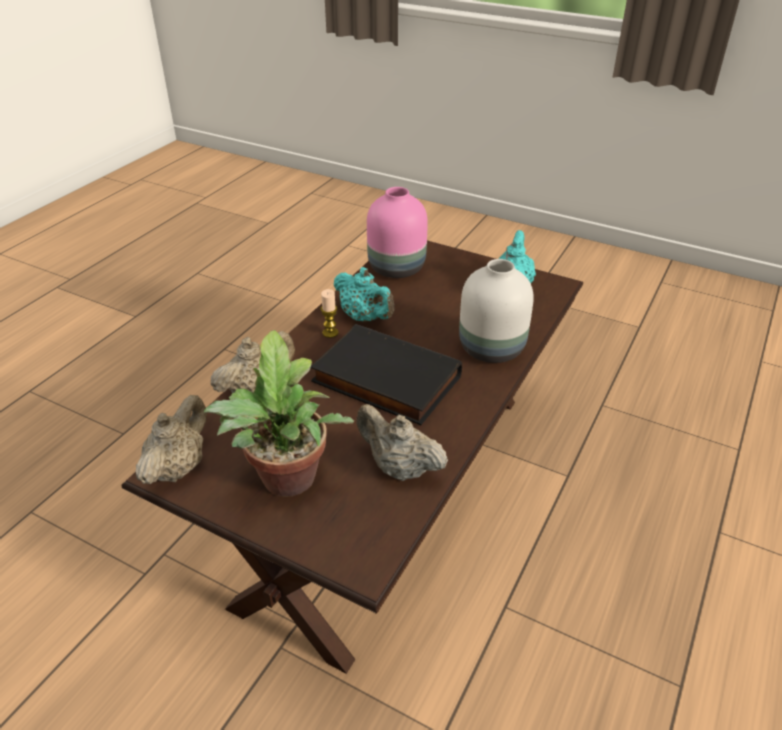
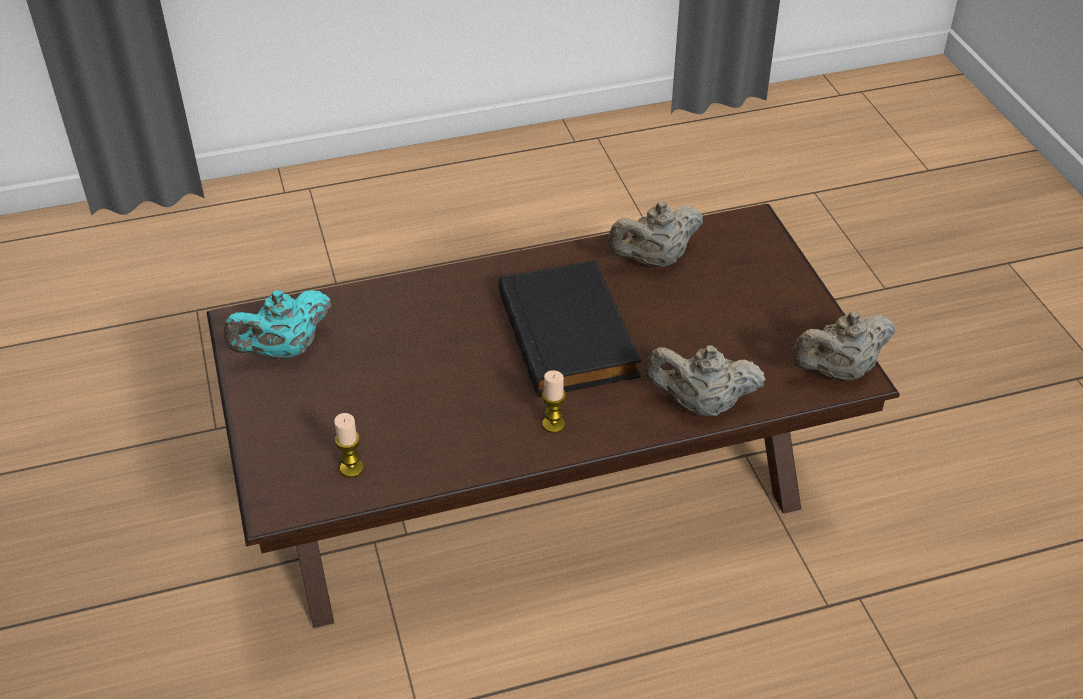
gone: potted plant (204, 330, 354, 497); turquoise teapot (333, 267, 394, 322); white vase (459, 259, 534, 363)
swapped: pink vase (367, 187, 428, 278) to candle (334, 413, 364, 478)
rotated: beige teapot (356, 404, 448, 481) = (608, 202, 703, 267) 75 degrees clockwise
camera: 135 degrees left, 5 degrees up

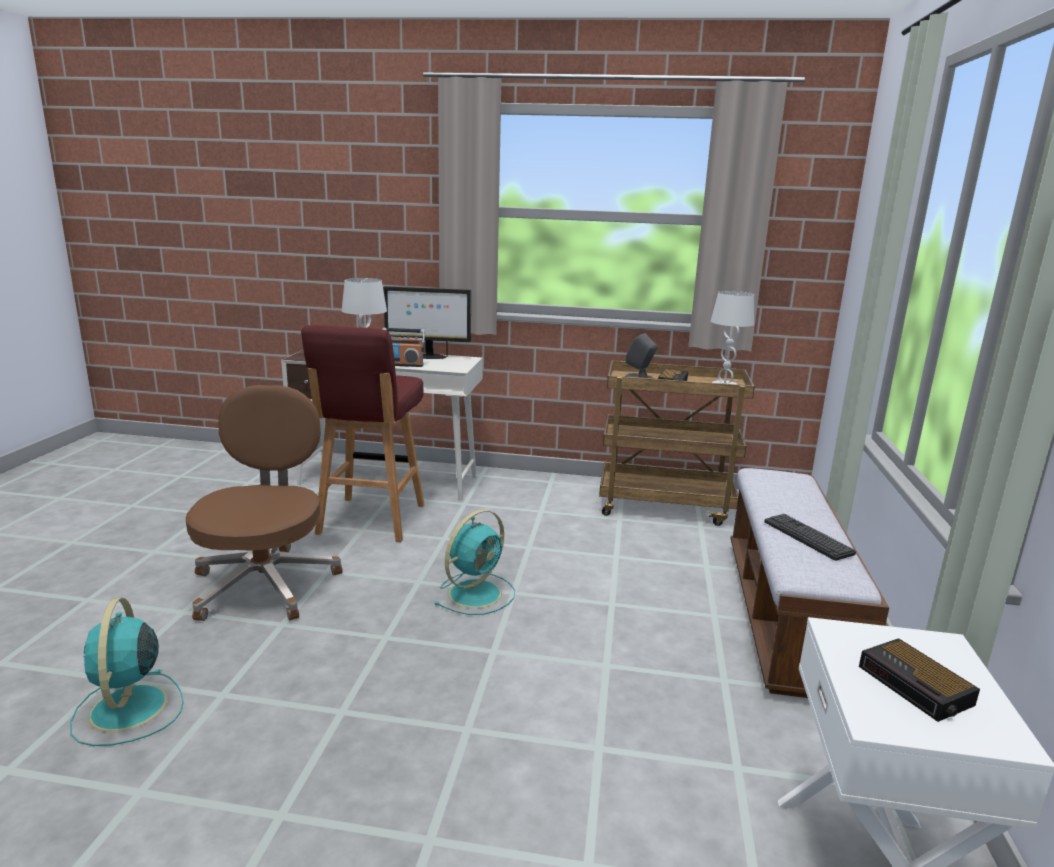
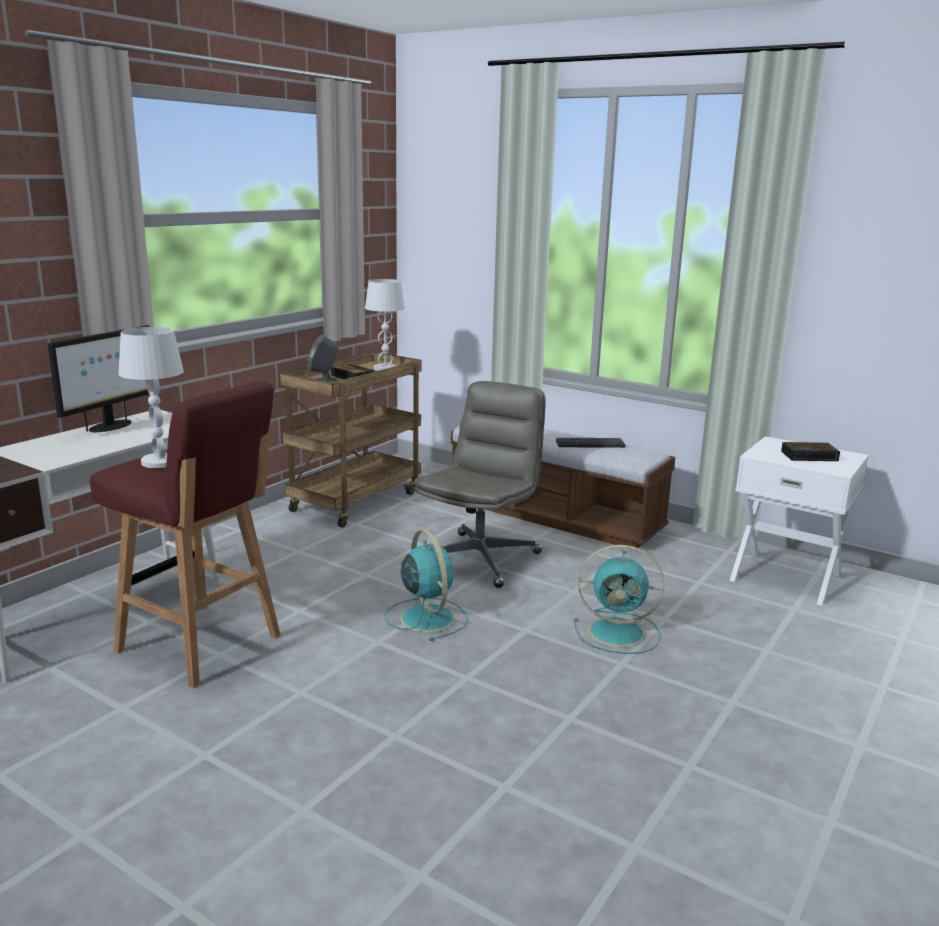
gone: brown office chair (185, 385, 343, 621); radio (382, 328, 425, 367)
new: grey office chair (414, 381, 546, 588)
shifted: turquoise fan (70, 598, 184, 746) to (574, 545, 665, 654)
camera: 65 degrees left, 0 degrees up

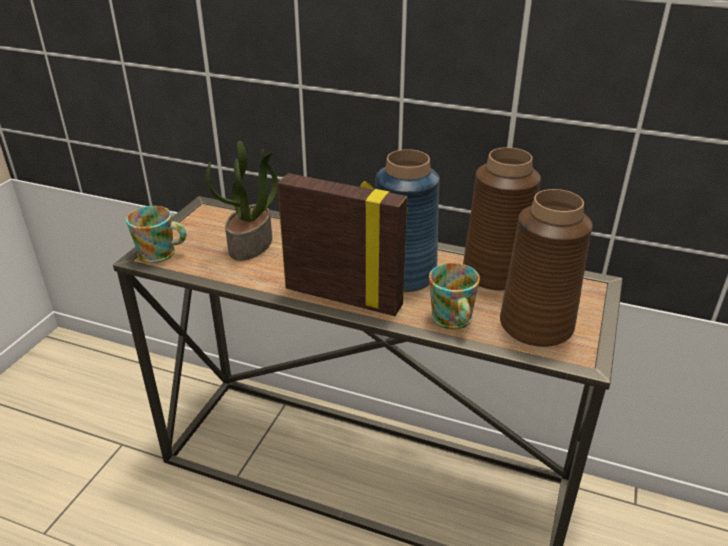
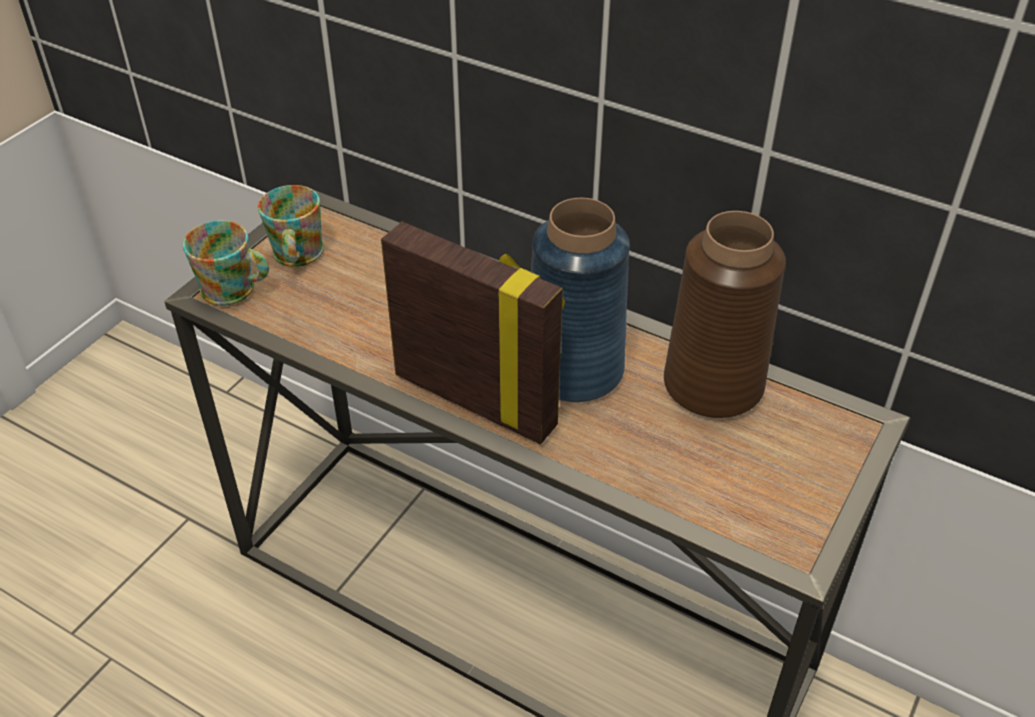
gone: potted plant (206, 141, 278, 261); brown vase (500, 189, 593, 347)
shifted: mug (429, 263, 480, 329) to (258, 185, 324, 267)
camera: 10 degrees right, 10 degrees up

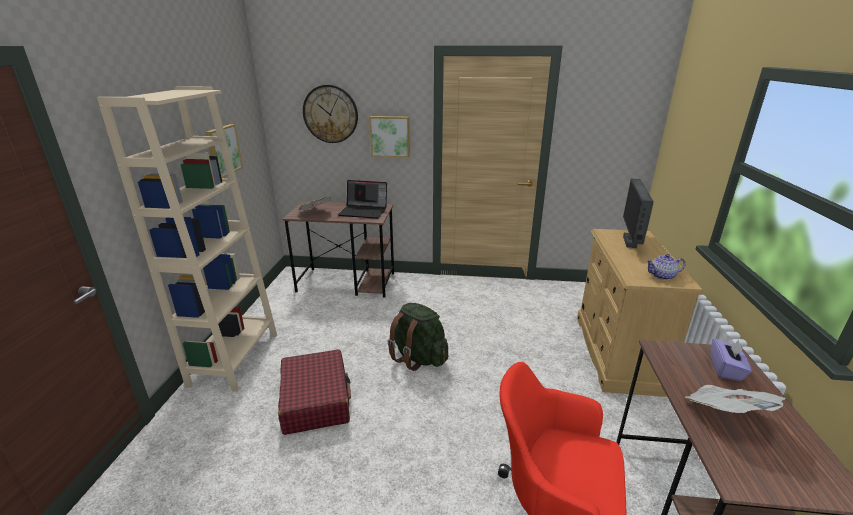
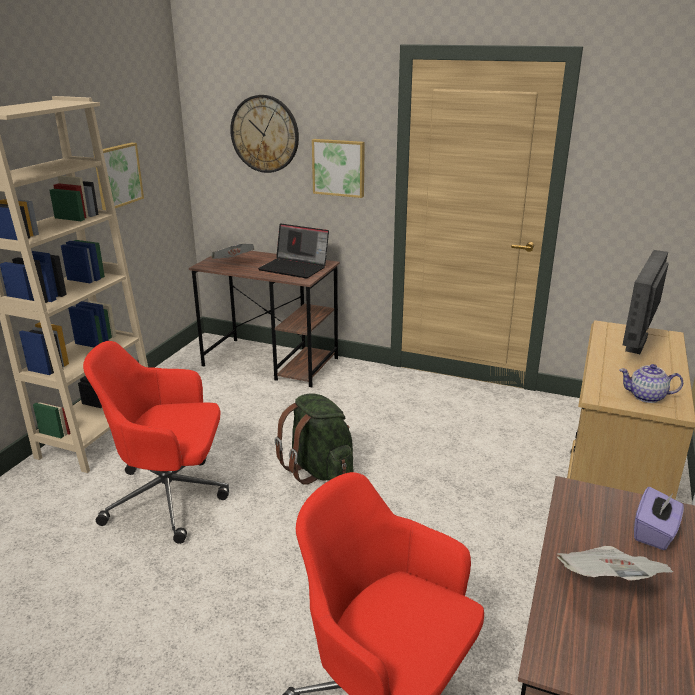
swapped: red suitcase (278, 349, 351, 435) to red office chair (83, 341, 229, 544)
camera: 15 degrees right, 0 degrees up

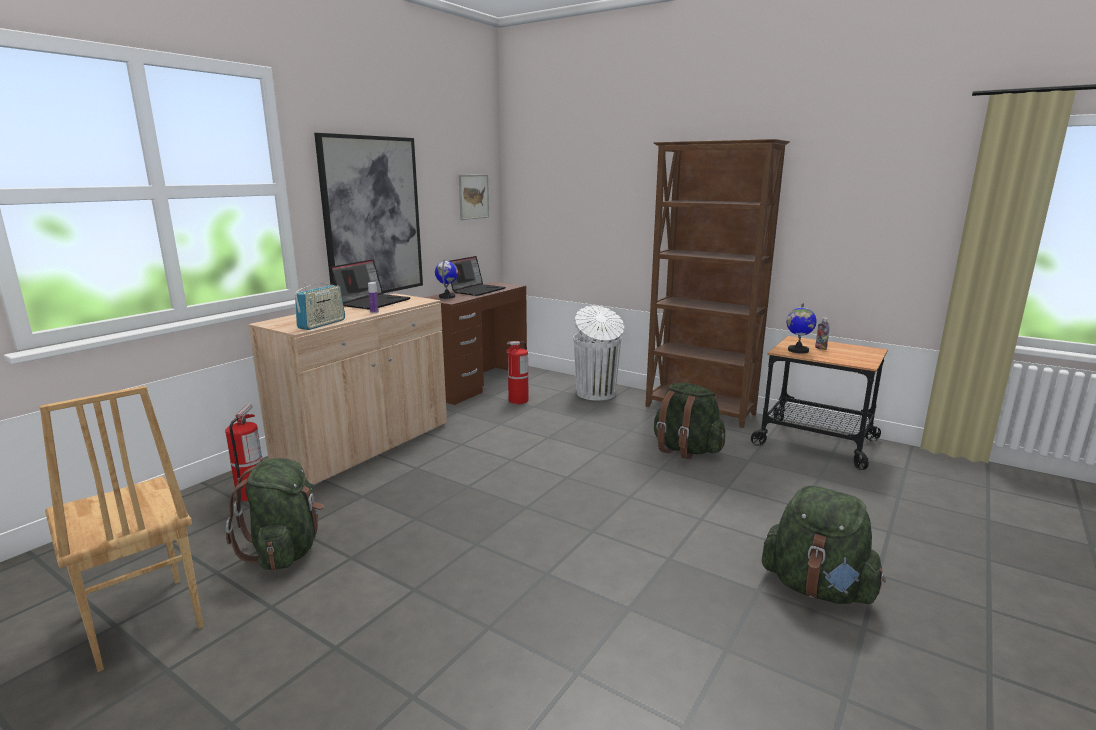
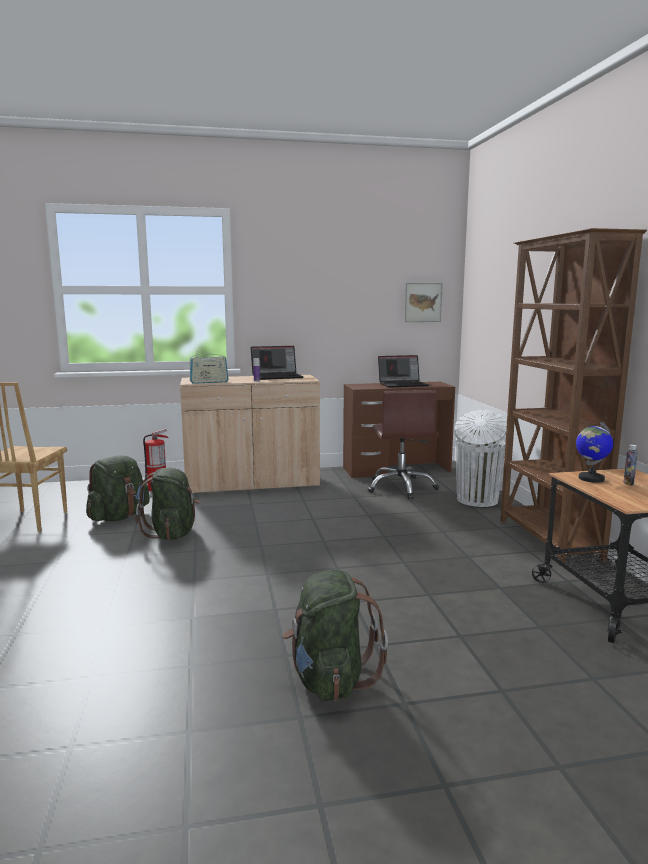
gone: picture (314, 133, 423, 293); globe (435, 259, 458, 299)
shifted: green backpack (654, 383, 725, 459) to (135, 468, 200, 540)
swapped: fire extinguisher (506, 341, 529, 404) to brown office chair (368, 390, 439, 499)
camera: 45 degrees right, 5 degrees down

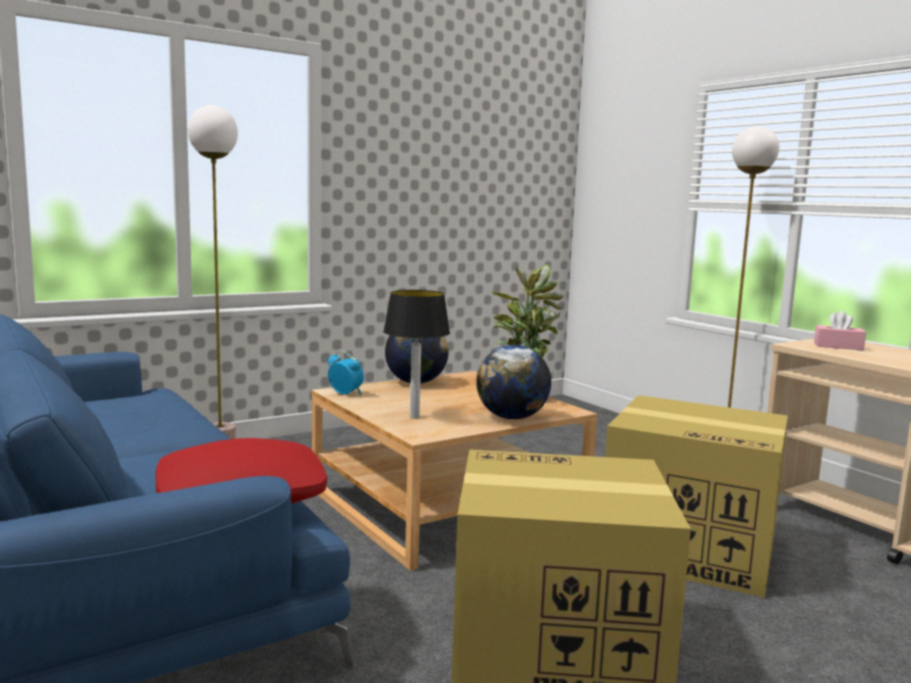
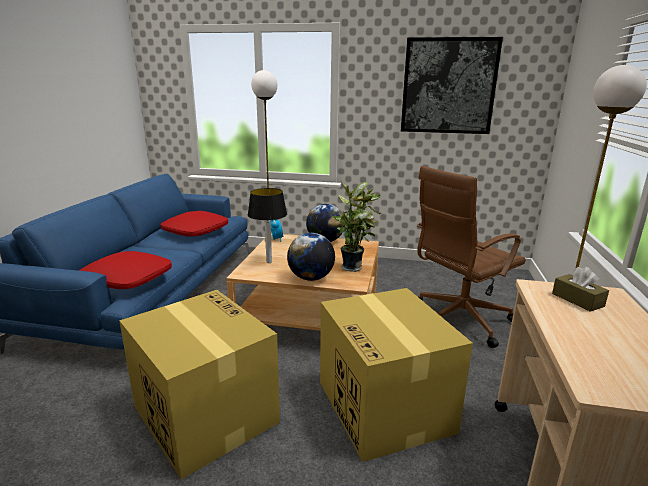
new: red pillow (161, 211, 228, 237); picture (401, 37, 503, 134); brown office chair (417, 166, 526, 348)
repainted: pink tissue box (814, 310, 866, 350) to brown tissue box (552, 267, 609, 312)
camera: 45 degrees right, 10 degrees up

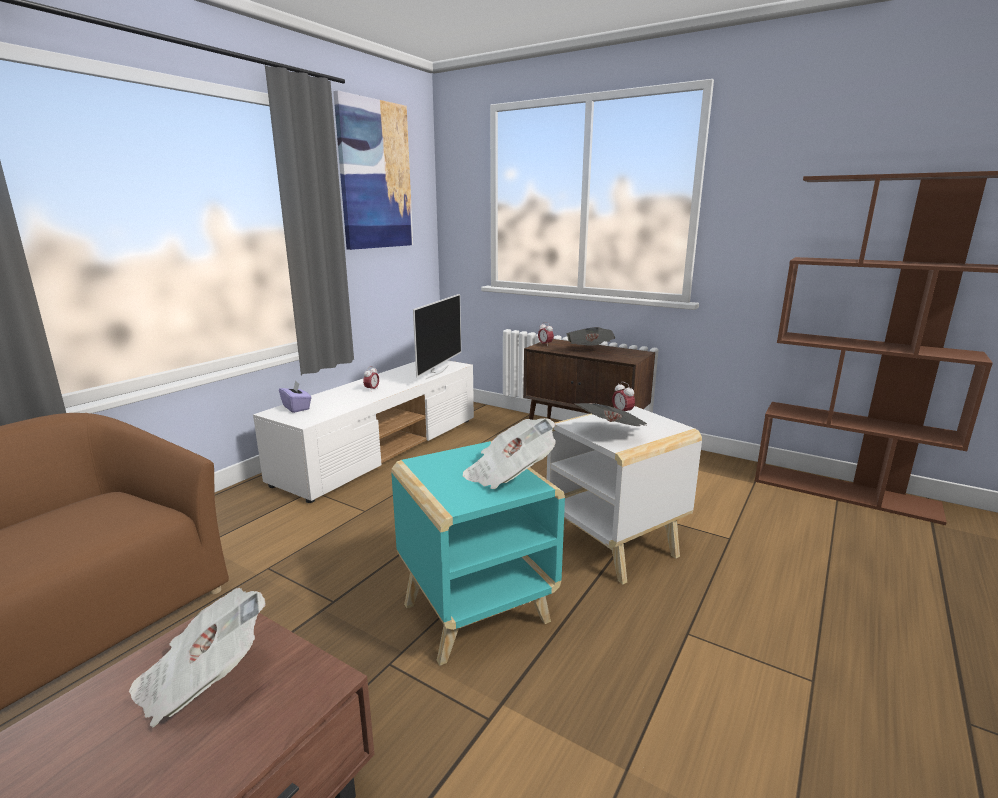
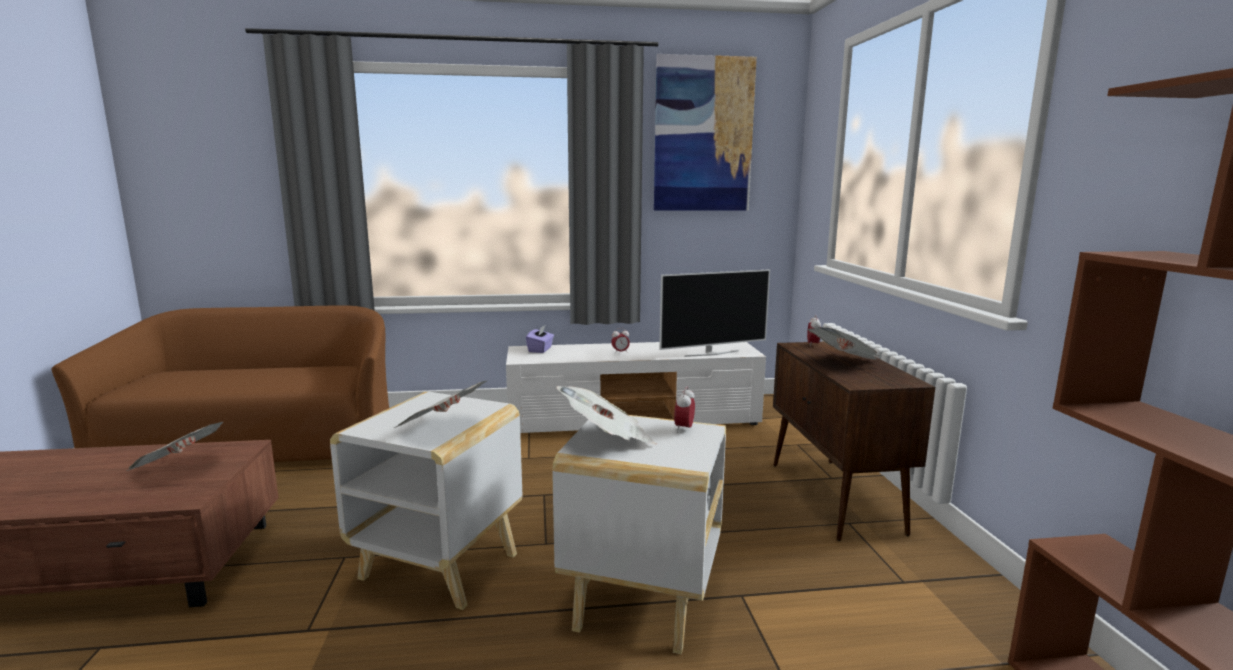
repainted: turquoise side table (391, 441, 565, 666) to white side table (330, 392, 522, 610)
camera: 50 degrees right, 5 degrees down

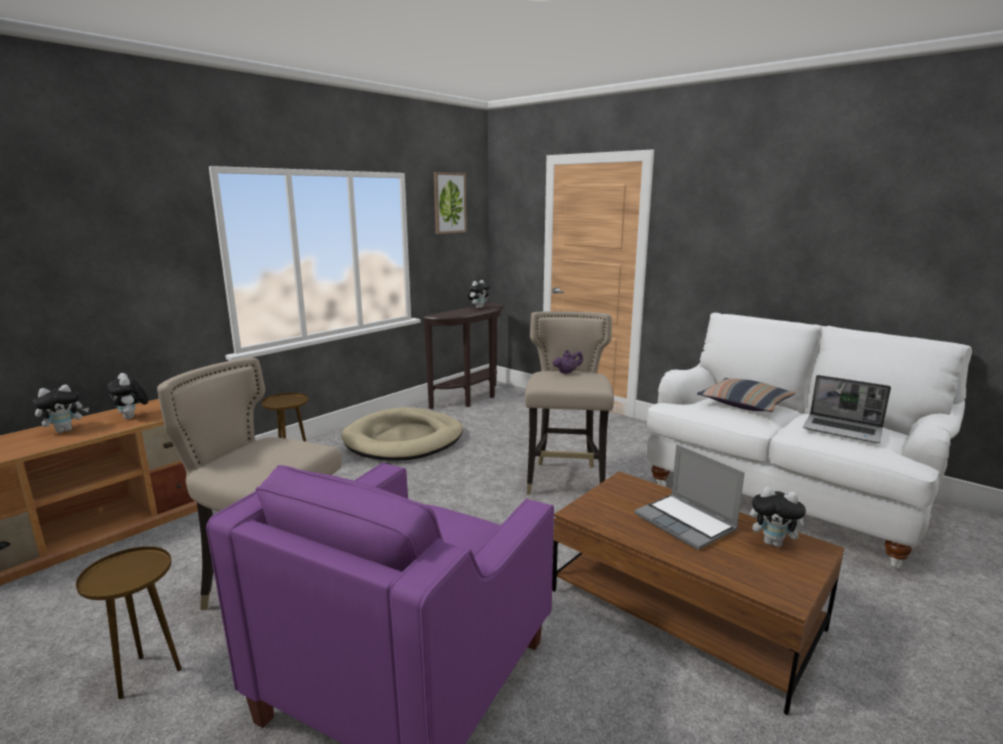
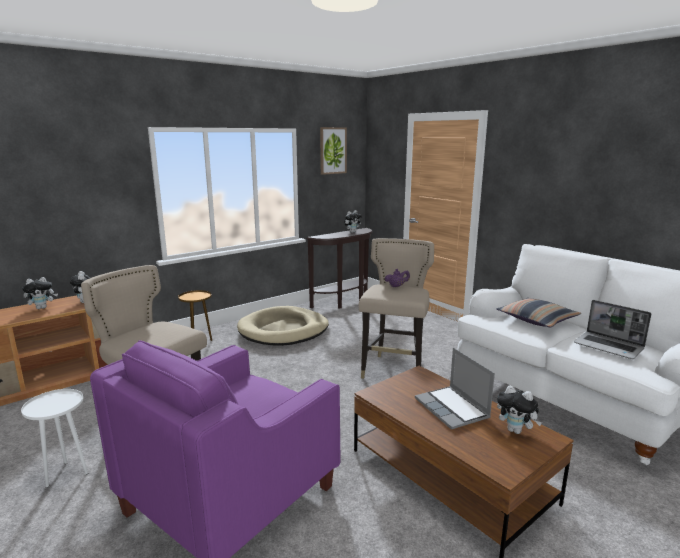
repainted: brown side table (76, 546, 182, 699) to white side table (21, 389, 88, 488)
camera: 10 degrees right, 0 degrees up

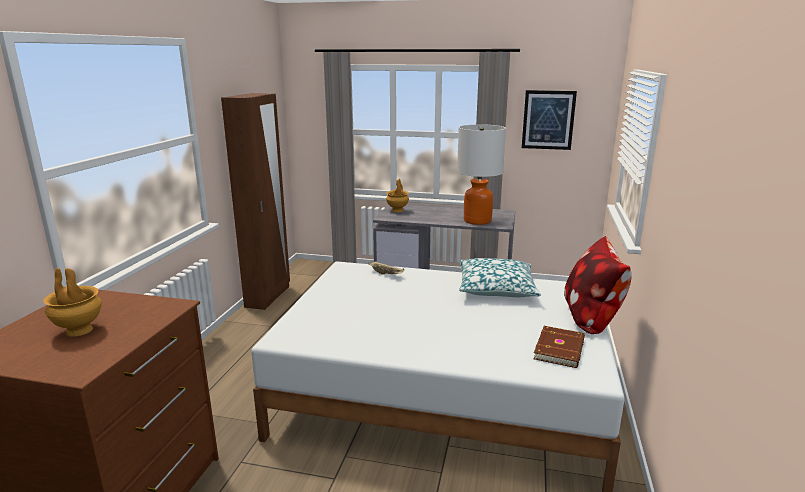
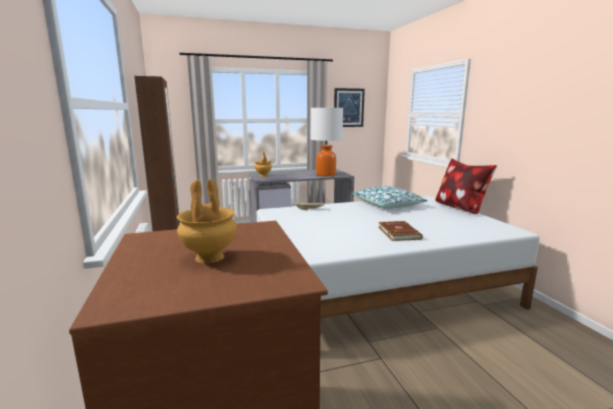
shifted: brown book (533, 326, 585, 368) to (378, 221, 423, 241)
camera: 30 degrees left, 5 degrees down

